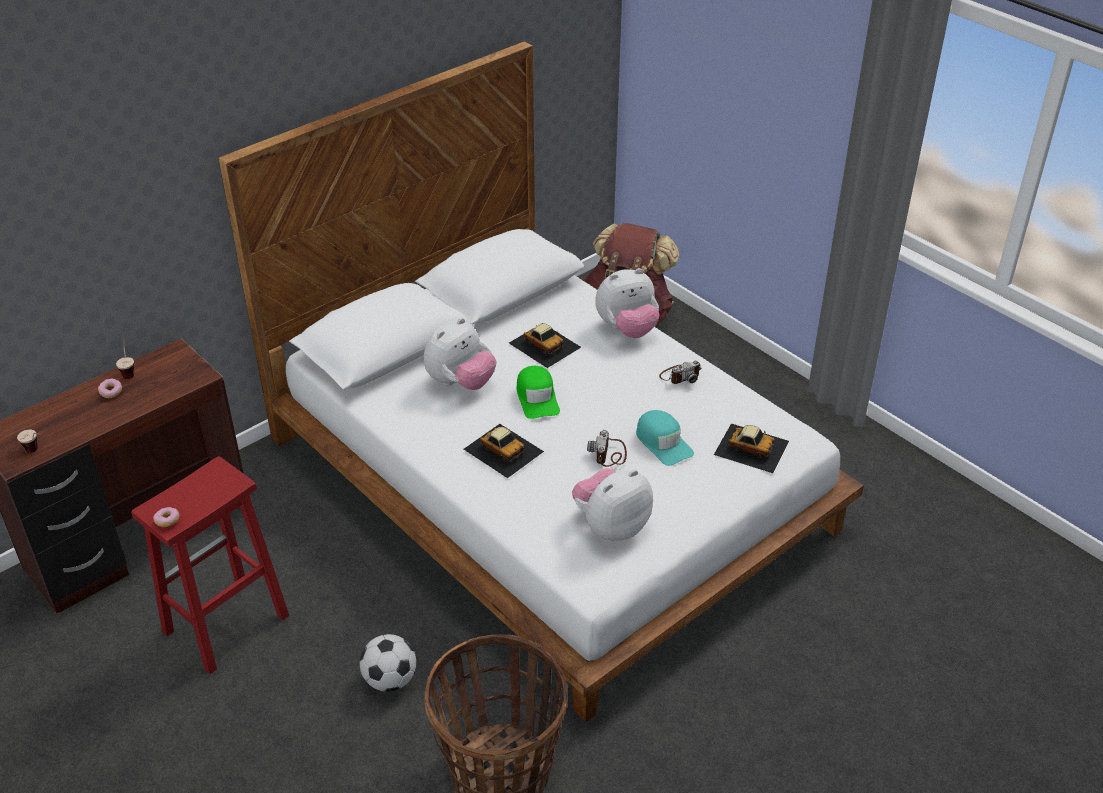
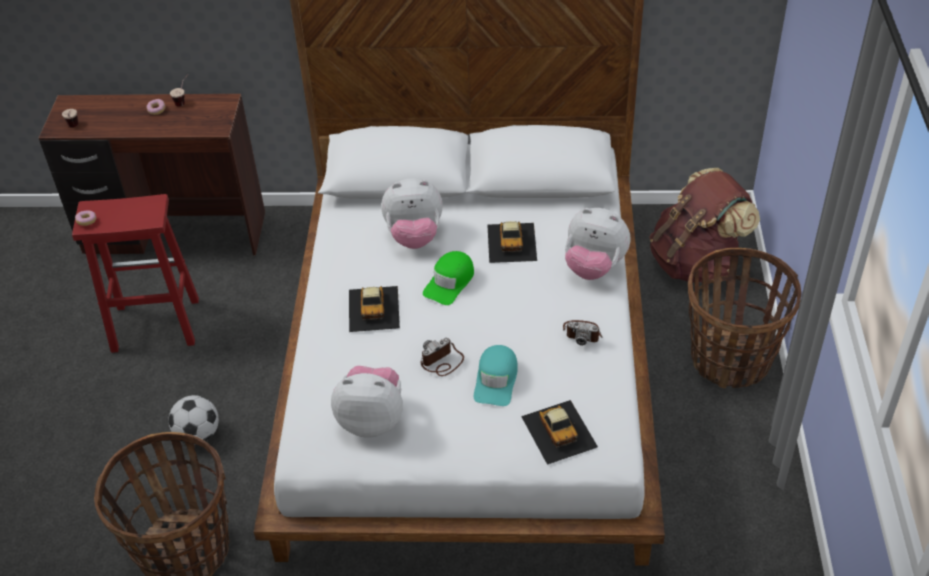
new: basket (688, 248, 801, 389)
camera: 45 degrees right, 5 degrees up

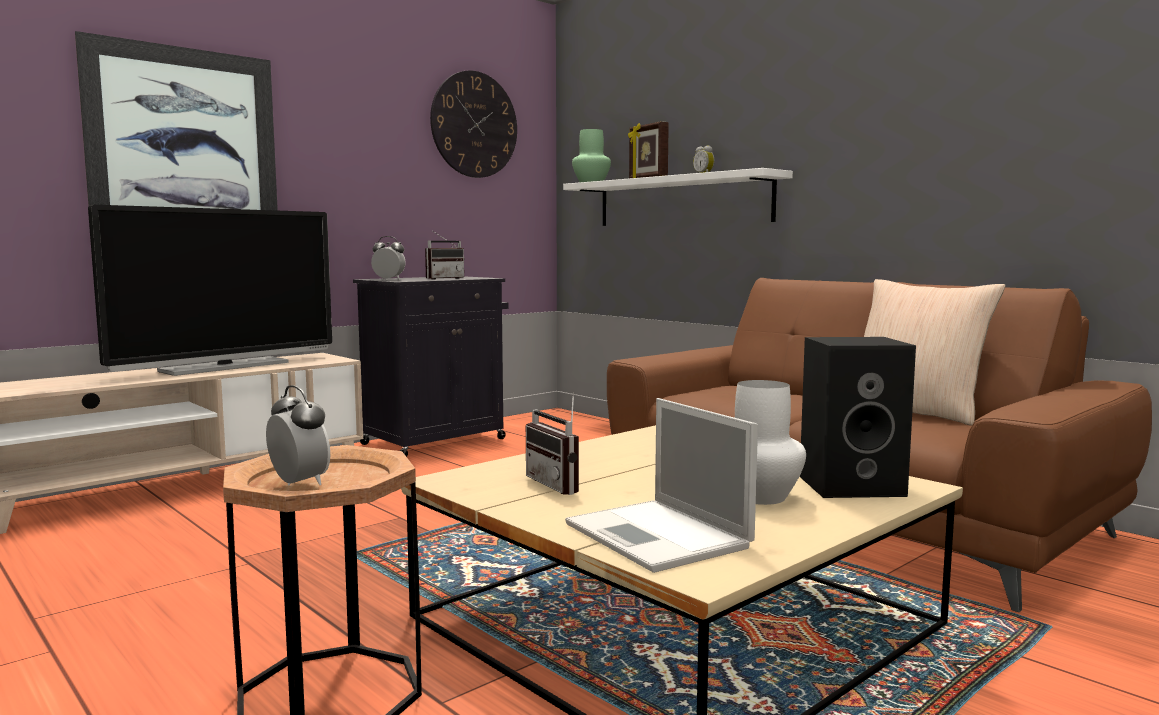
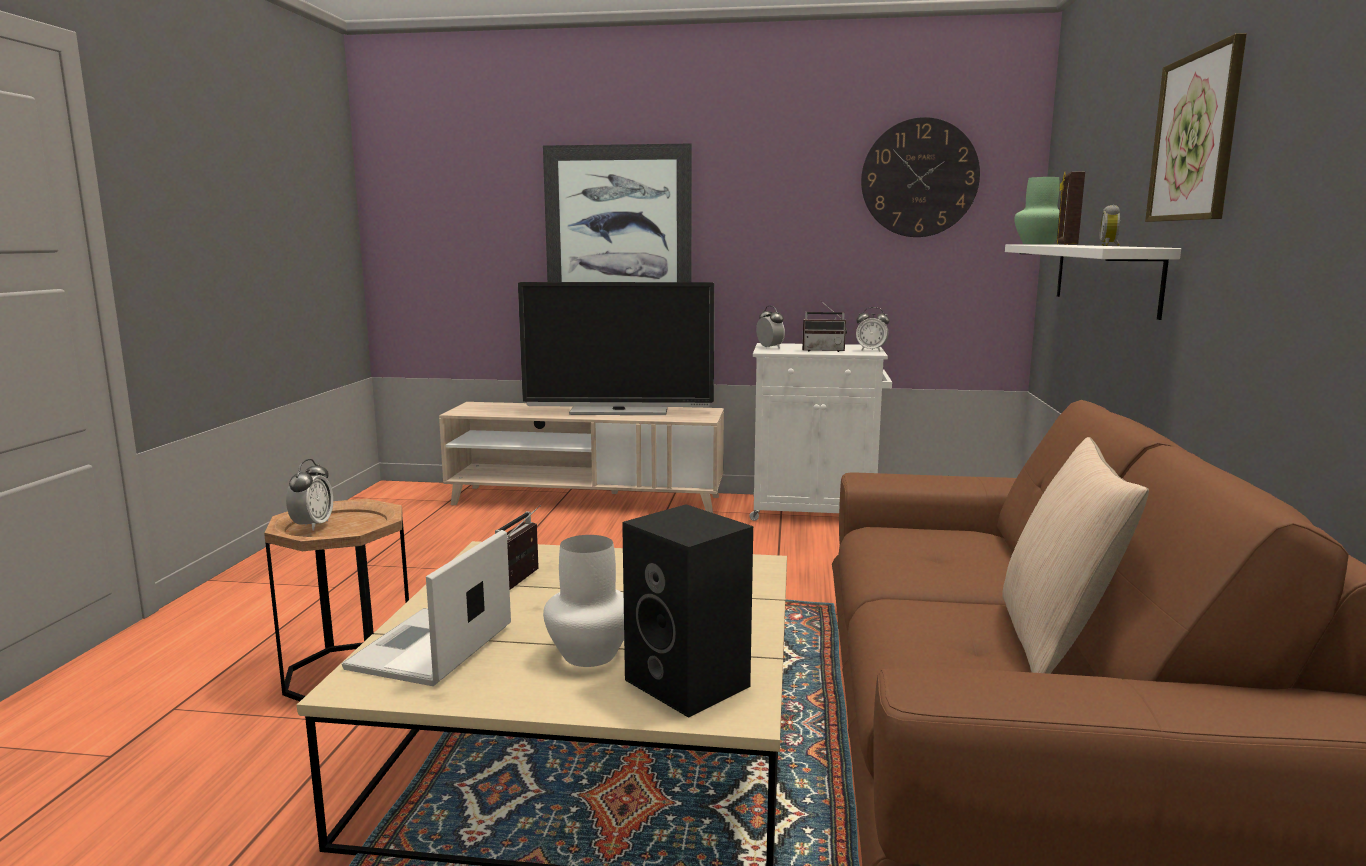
new: alarm clock (856, 307, 889, 351); picture (1145, 33, 1247, 222)
repainted: black cabinet (353, 276, 509, 457) to white cabinet (749, 343, 892, 521)
camera: 50 degrees right, 5 degrees up

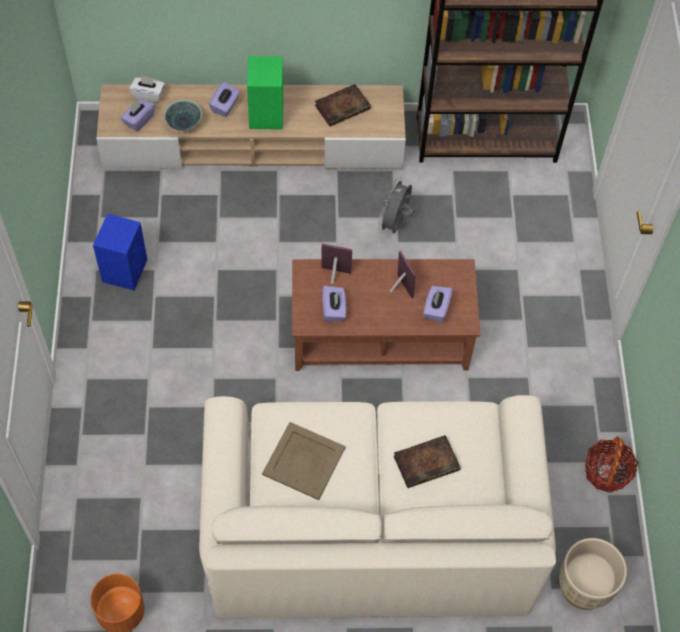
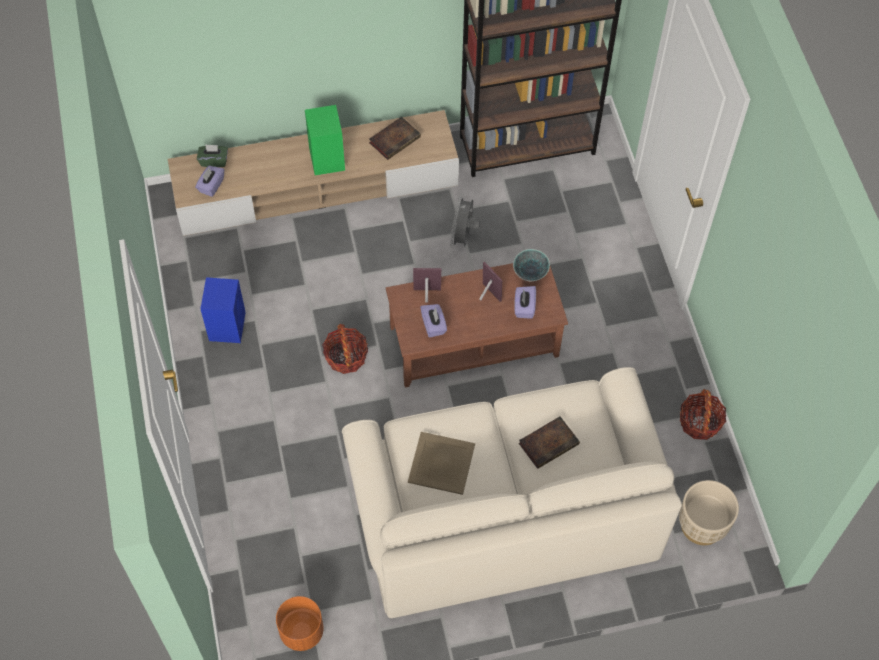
gone: purple tissue box (209, 82, 240, 117)
new: basket (322, 324, 368, 374)
shifted: bowl (164, 100, 202, 131) to (513, 249, 550, 281)
repainted: white tissue box (129, 76, 165, 103) to green tissue box (197, 144, 228, 167)
camera: 10 degrees left, 0 degrees up

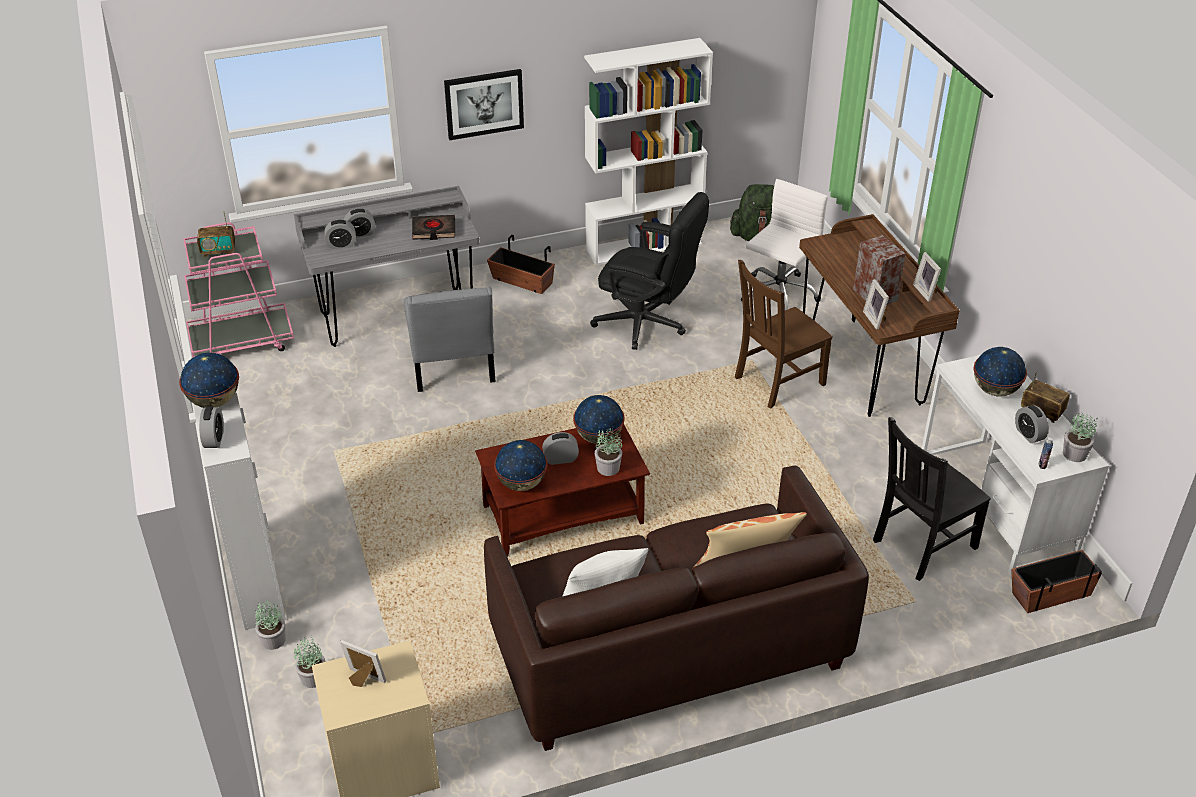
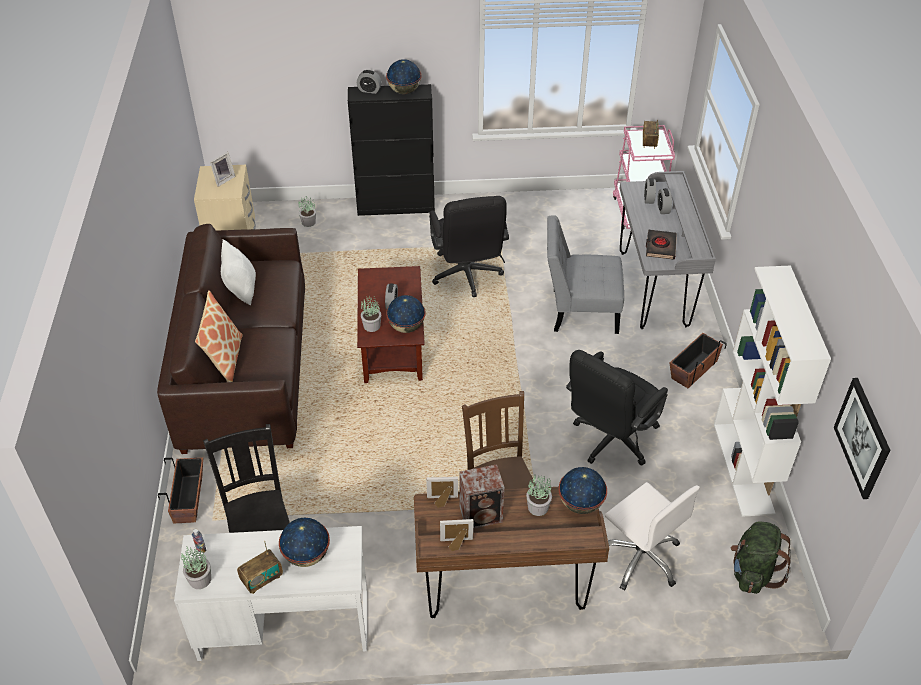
gone: alarm clock (1015, 405, 1049, 443)
new: black office chair (429, 196, 509, 297)
shifted: planter (1012, 550, 1102, 613) to (158, 458, 203, 523); potted plant (255, 599, 285, 650) to (526, 474, 552, 516); globe (494, 440, 547, 491) to (558, 467, 607, 514); picture (444, 69, 524, 140) to (834, 378, 890, 499)
repainted: white cabinet (193, 391, 286, 630) to black cabinet (348, 84, 435, 216)
camera: 105 degrees right, 5 degrees up

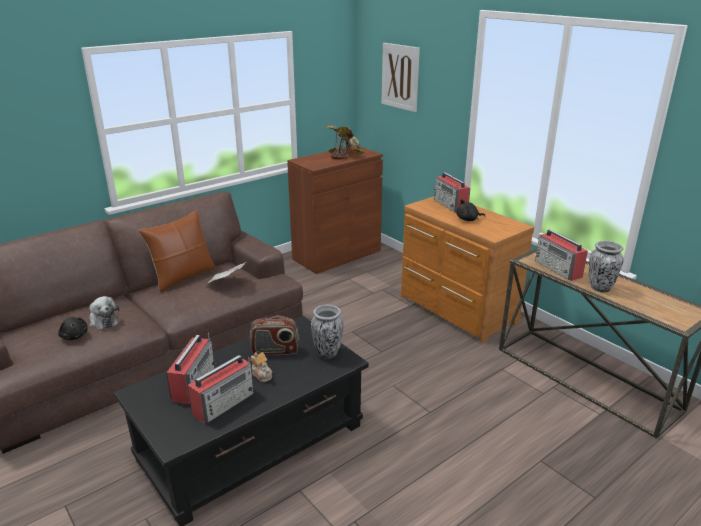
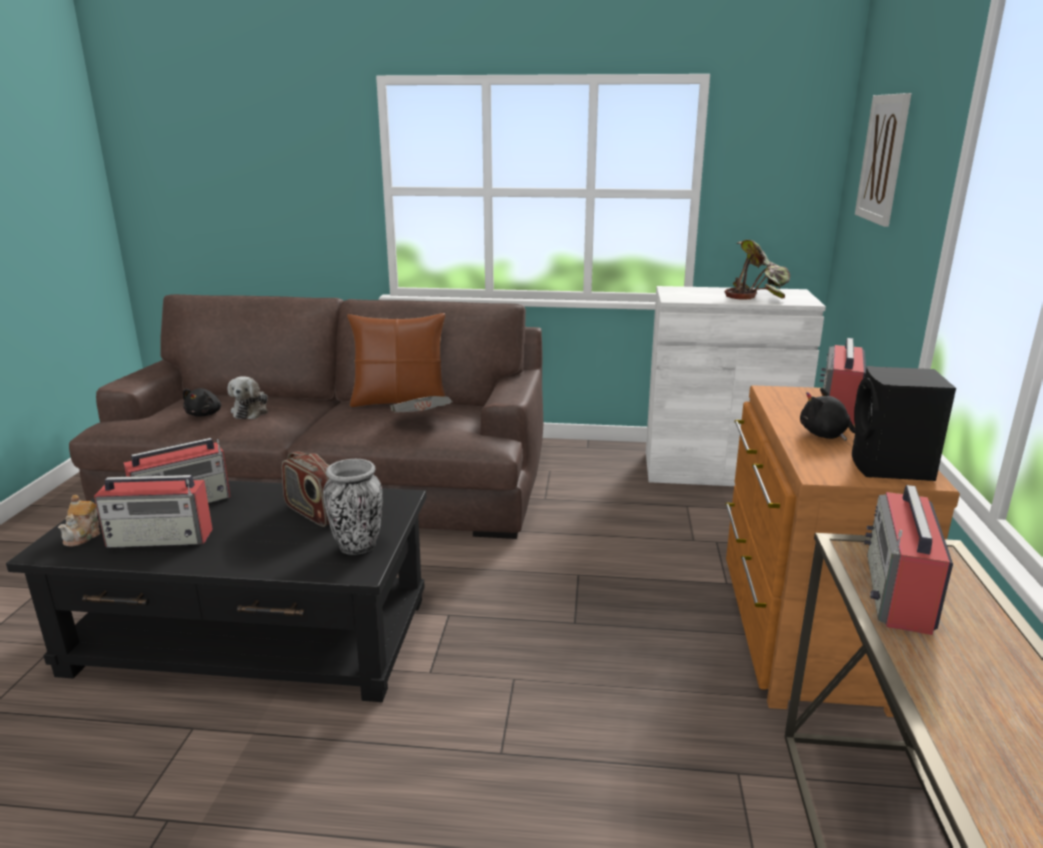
gone: vase (589, 241, 624, 293)
new: black speaker (852, 366, 956, 481)
shifted: teapot (250, 352, 272, 382) to (58, 495, 101, 546)
repainted: brown cabinet (287, 145, 383, 274) to white cabinet (646, 286, 826, 486)
camera: 45 degrees right, 5 degrees down

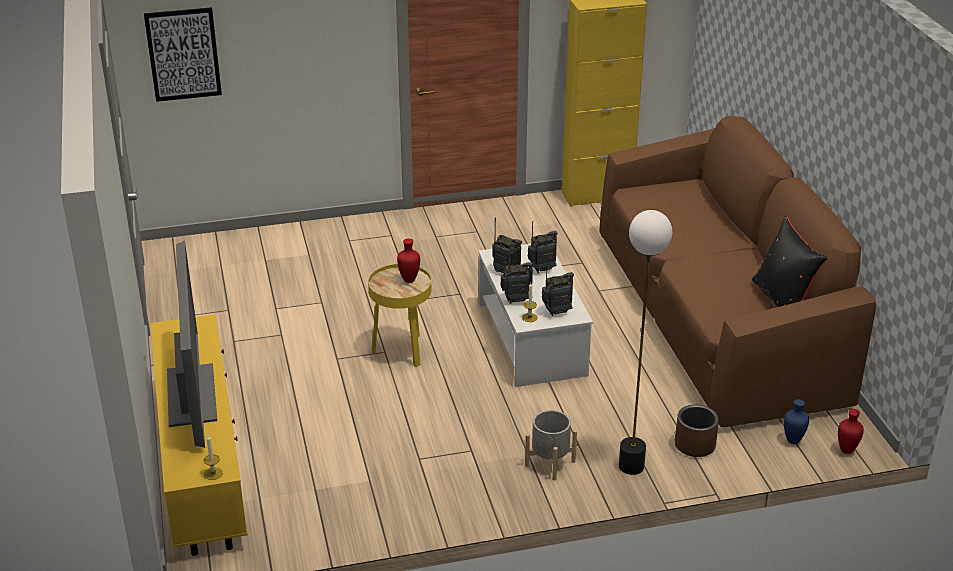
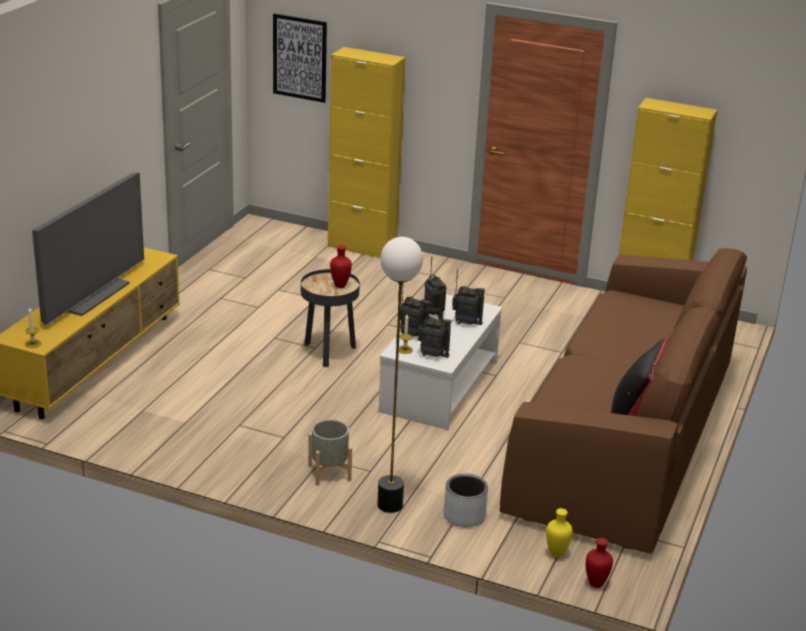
new: yellow cabinet (328, 47, 405, 258)
repainted: yellow side table (368, 264, 431, 367) to black side table (301, 269, 360, 367); brown planter (675, 405, 719, 457) to grey planter (444, 474, 488, 527); blue vase (784, 399, 809, 444) to yellow vase (546, 508, 573, 557)
camera: 35 degrees right, 5 degrees down

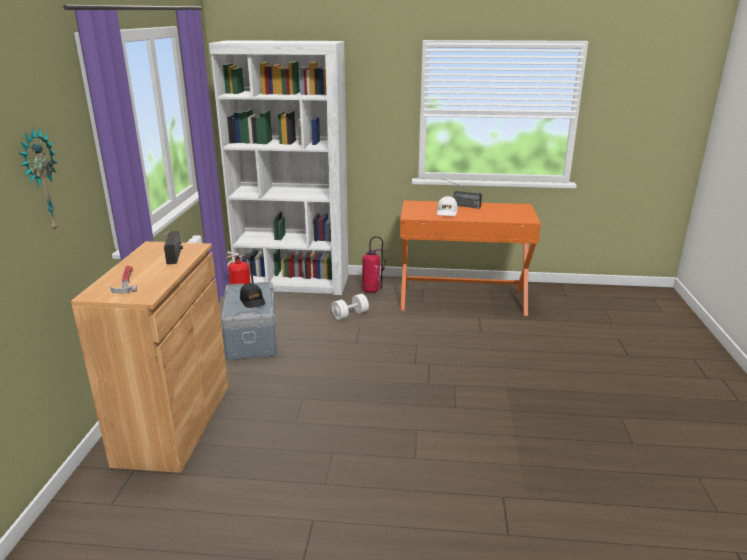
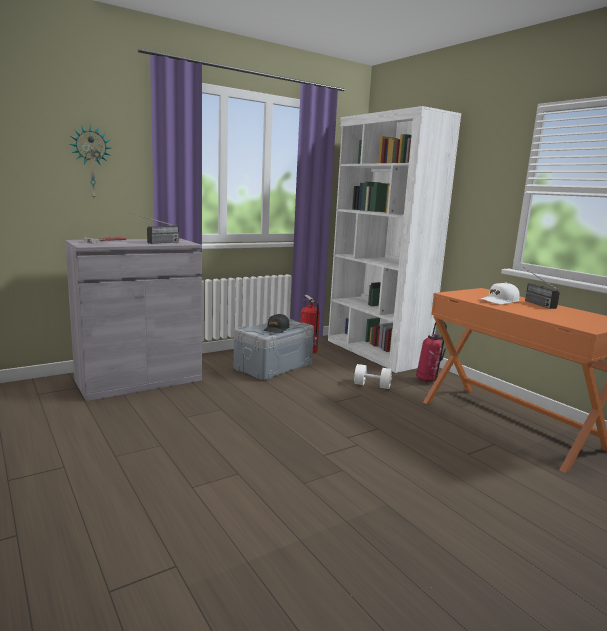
repainted: brown cabinet (71, 241, 228, 473) to grey cabinet (65, 239, 202, 401)
camera: 50 degrees right, 10 degrees down

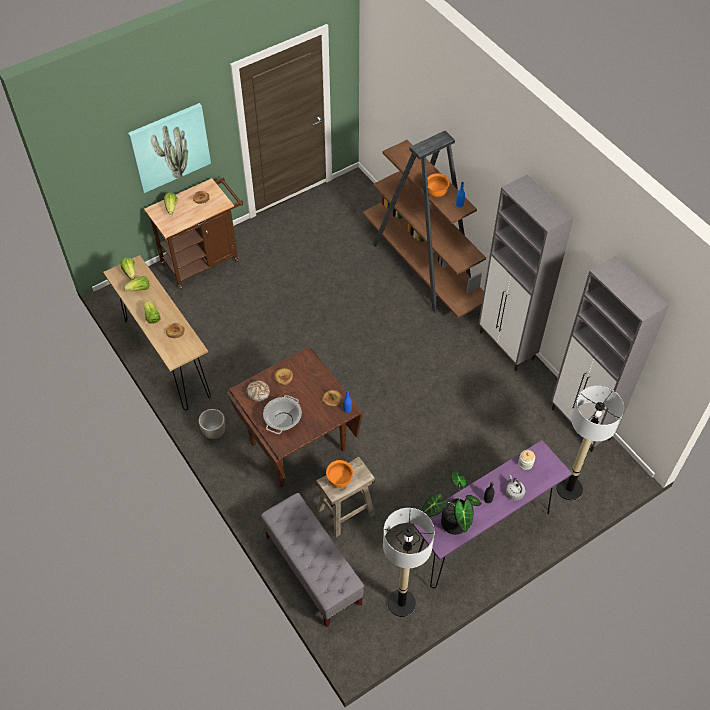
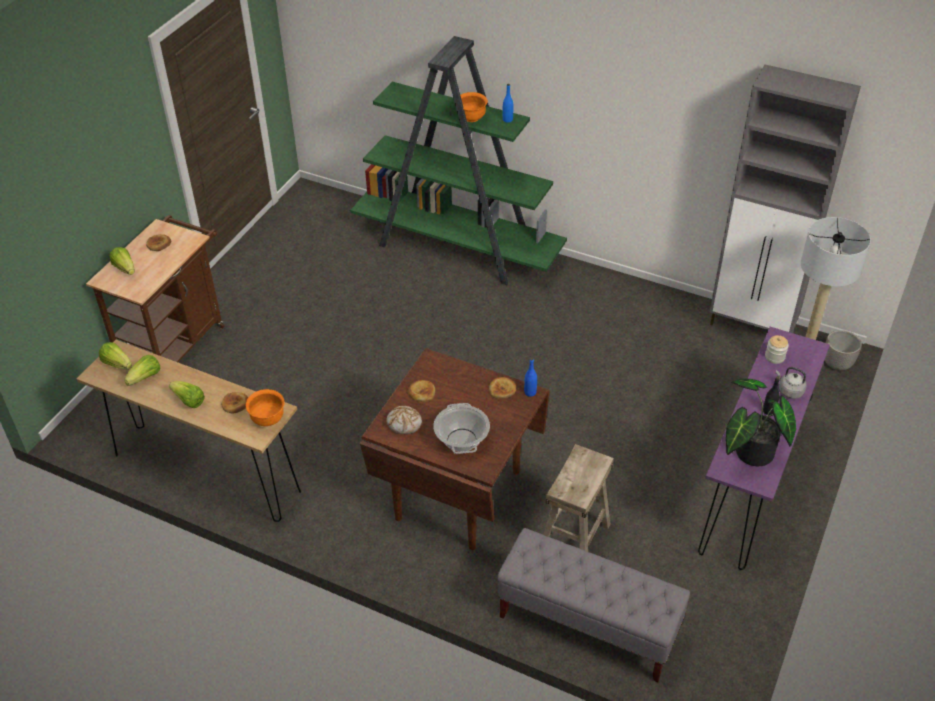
gone: picture (128, 103, 211, 193); floor lamp (383, 508, 435, 617); grey cabinet (478, 175, 574, 371)
shifted: orange bowl (326, 460, 353, 488) to (246, 389, 285, 426); planter (199, 409, 225, 439) to (825, 330, 862, 370)
repainted: brown bookcase (362, 131, 486, 318) to green bookcase (350, 36, 567, 285)
camera: 30 degrees left, 10 degrees down

